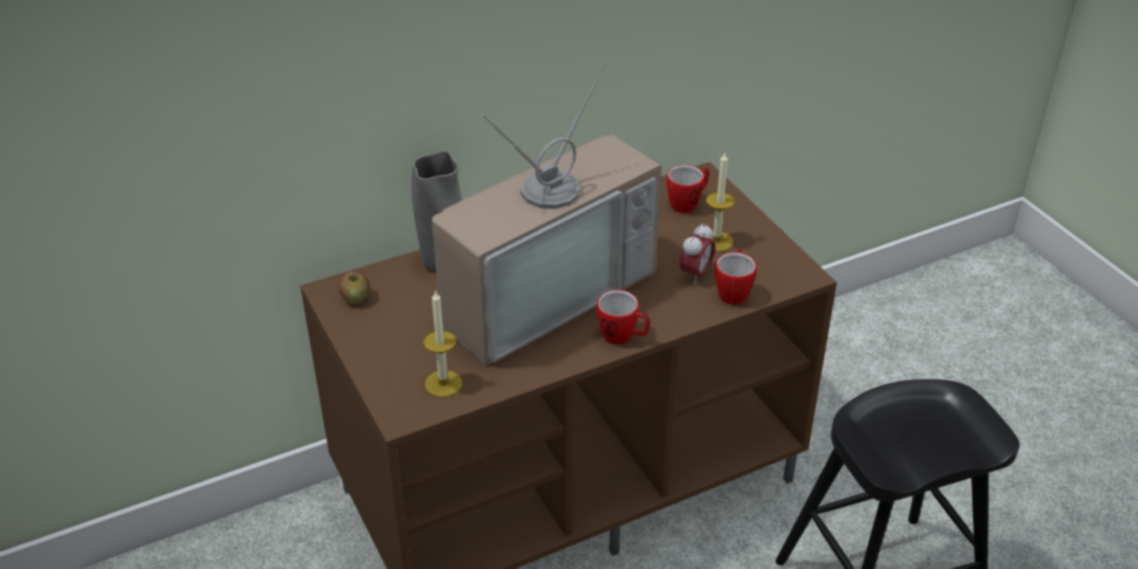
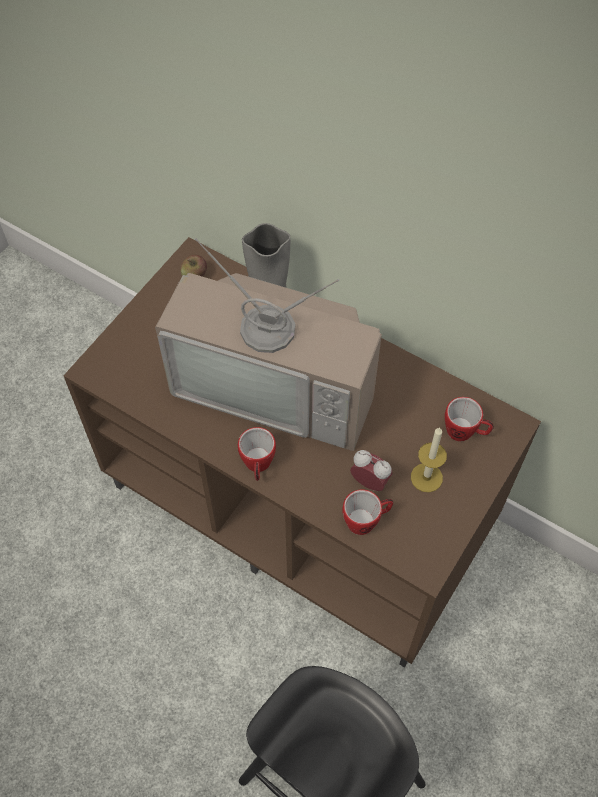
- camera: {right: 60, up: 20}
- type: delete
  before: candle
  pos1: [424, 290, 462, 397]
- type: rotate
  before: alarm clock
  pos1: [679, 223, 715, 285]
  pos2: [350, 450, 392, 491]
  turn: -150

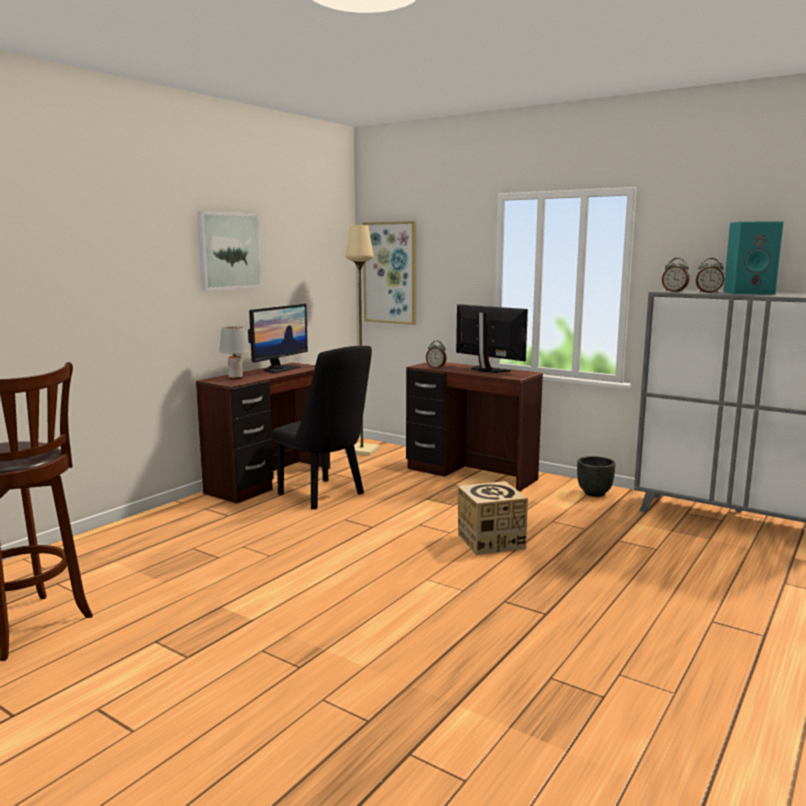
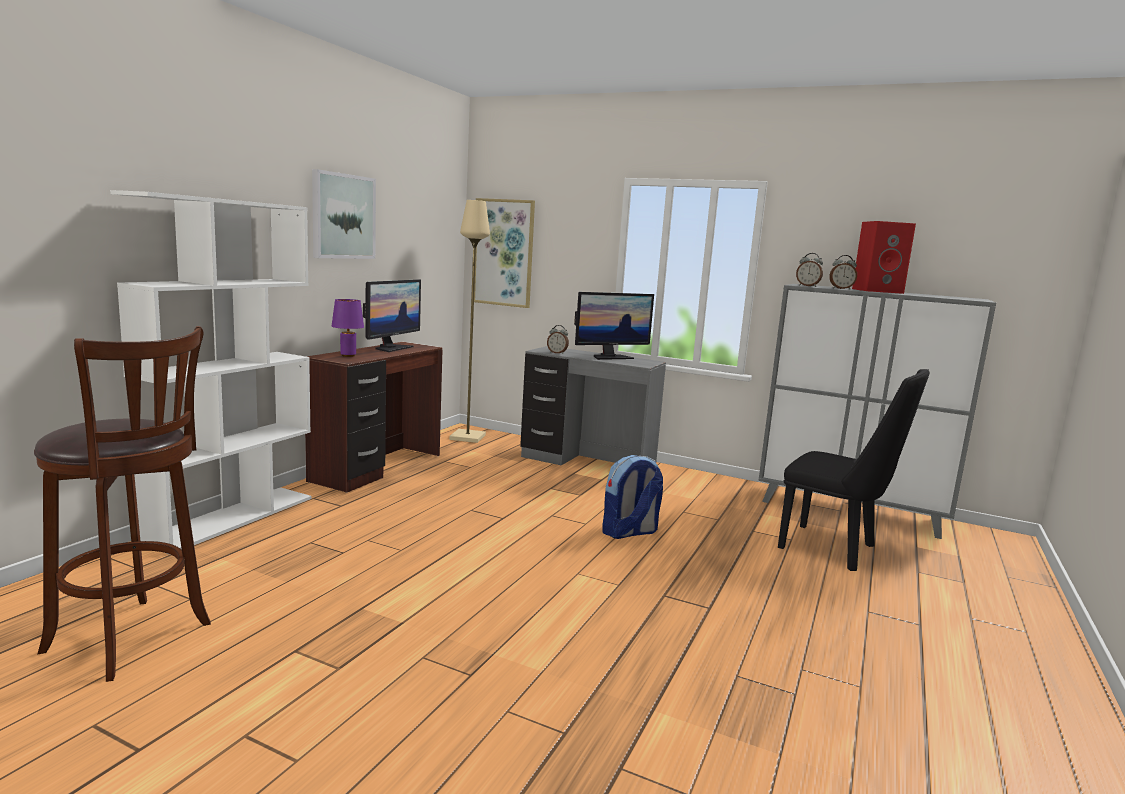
- camera: {right: -10, up: 0}
- type: delete
  before: planter in black
  pos1: [577, 456, 616, 497]
- type: insert
  after: bookcase in white
  pos2: [110, 190, 312, 555]
- type: move
  before: chair in black
  pos1: [272, 346, 372, 509]
  pos2: [778, 369, 930, 571]
- type: replace
  before: cardboard box
  after: backpack
  pos1: [458, 481, 528, 555]
  pos2: [602, 455, 663, 539]
- type: recolor
  before: table lamp in grey
  after: table lamp in purple
  pos1: [219, 326, 249, 379]
  pos2: [332, 299, 364, 357]
- type: recolor
  before: desk in brown
  after: desk in grey
  pos1: [406, 362, 543, 492]
  pos2: [520, 346, 666, 465]
- type: recolor
  before: speaker in turquoise
  after: speaker in red
  pos1: [723, 221, 784, 295]
  pos2: [852, 221, 916, 294]
- type: rotate
  before: monitor
  pos1: [456, 304, 528, 373]
  pos2: [574, 292, 654, 360]
  turn: 120

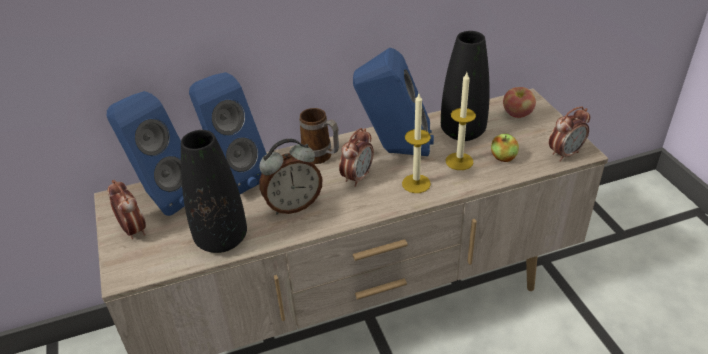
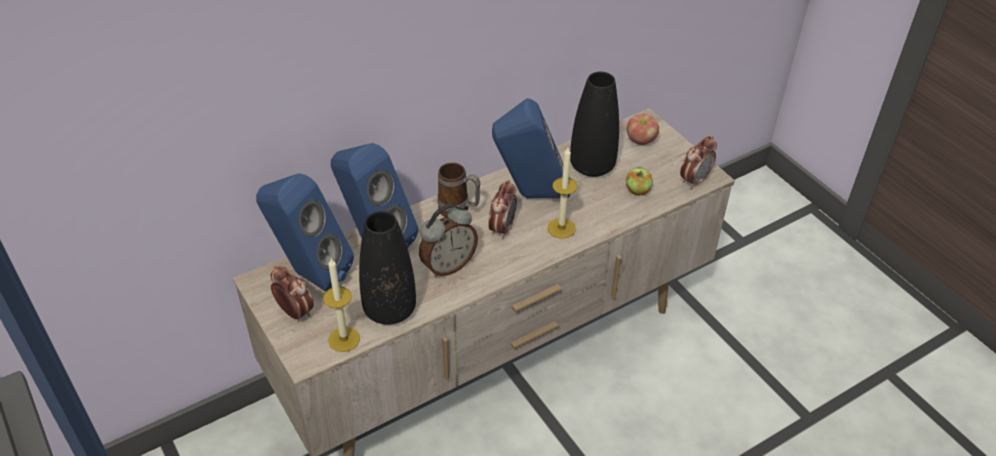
- camera: {right: -15, up: 5}
- type: move
  before: candle
  pos1: [446, 72, 476, 170]
  pos2: [323, 259, 360, 352]

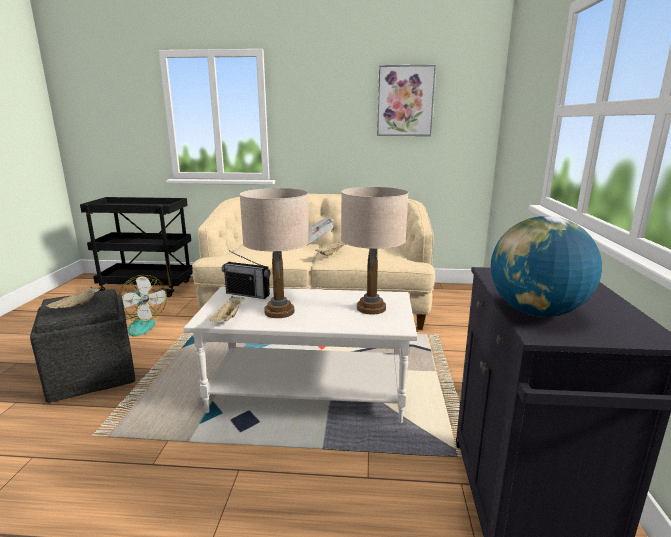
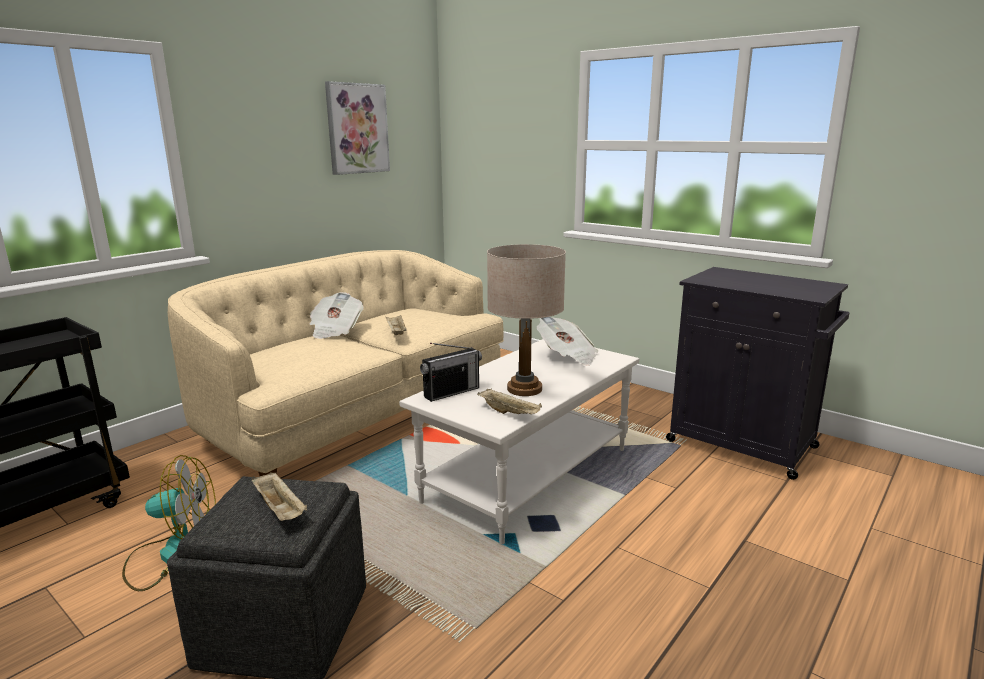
- camera: {right: -55, up: 0}
- type: delete
  before: globe
  pos1: [490, 216, 602, 317]
- type: replace
  before: table lamp in beige
  after: newspaper
  pos1: [341, 187, 408, 315]
  pos2: [537, 317, 598, 366]

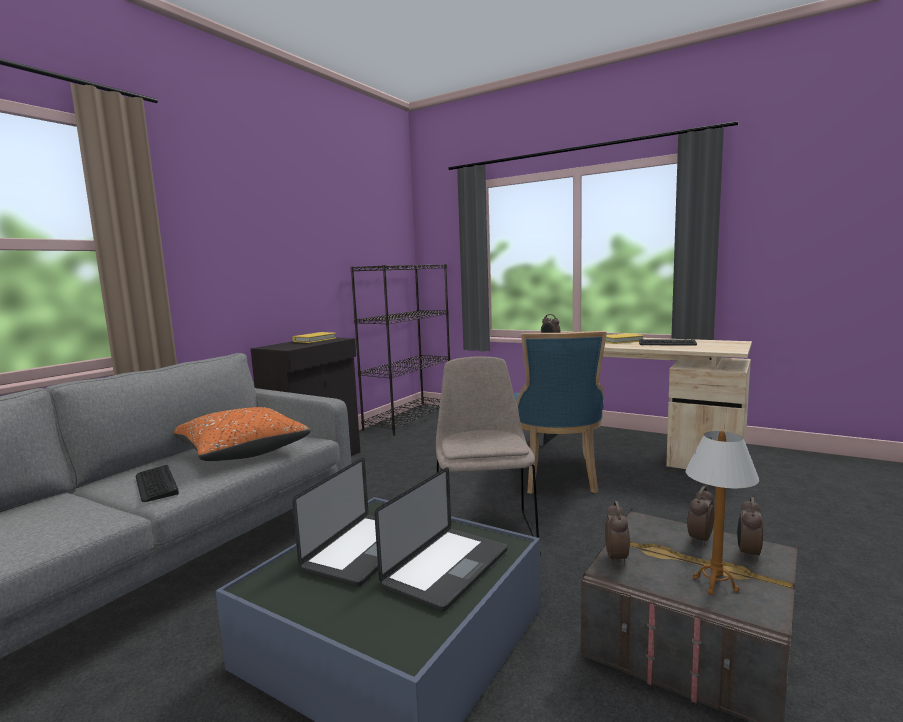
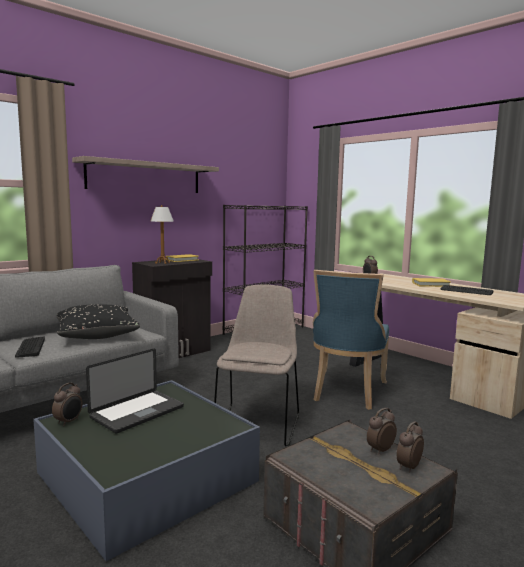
- camera: {right: 15, up: 0}
- type: delete
  before: laptop
  pos1: [374, 467, 507, 612]
- type: insert
  after: shelf
  pos2: [72, 156, 219, 193]
- type: move
  before: alarm clock
  pos1: [605, 501, 630, 565]
  pos2: [52, 382, 82, 426]
- type: move
  before: table lamp
  pos1: [686, 431, 759, 595]
  pos2: [150, 205, 174, 264]
- type: recolor
  before: pillow in orange
  after: pillow in black
  pos1: [174, 407, 311, 461]
  pos2: [57, 305, 140, 339]

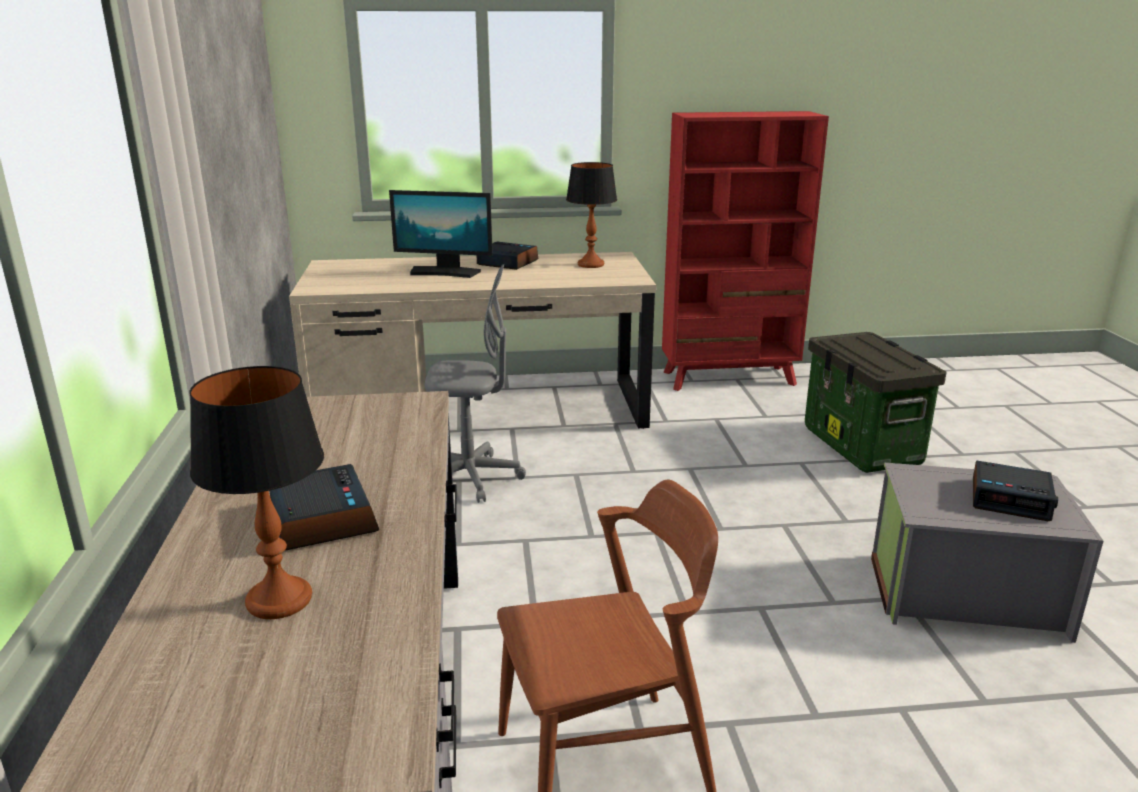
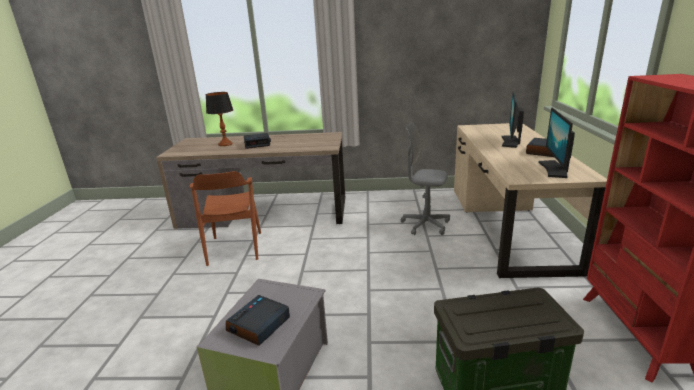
- camera: {right: 100, up: 0}
- type: replace
  before: table lamp
  after: monitor
  pos1: [566, 162, 617, 268]
  pos2: [538, 107, 575, 178]
- type: rotate
  before: office chair in grey
  pos1: [425, 264, 526, 503]
  pos2: [401, 122, 450, 235]
  turn: 105

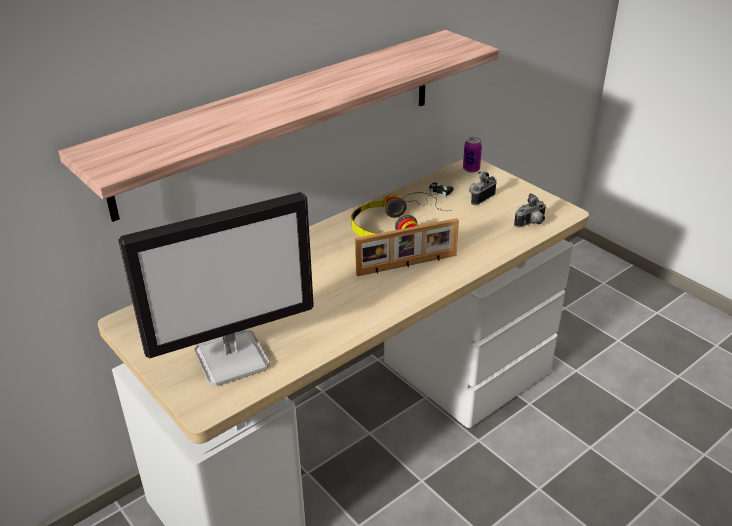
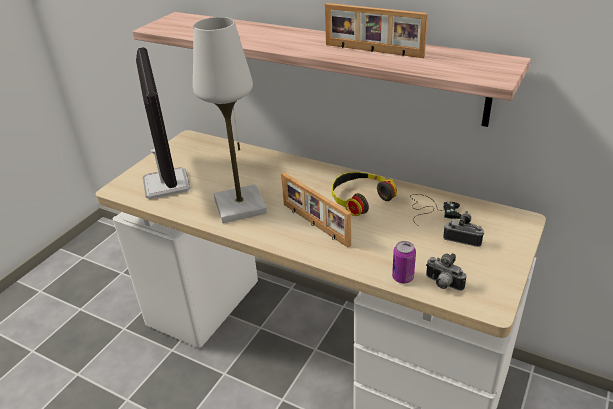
- camera: {right: 70, up: 0}
- type: insert
  after: table lamp in white
  pos2: [193, 17, 267, 223]
- type: insert
  after: picture frame
  pos2: [325, 3, 428, 58]
- type: move
  before: can
  pos1: [463, 137, 482, 173]
  pos2: [392, 241, 416, 283]
- type: rotate
  before: monitor
  pos1: [118, 192, 314, 386]
  pos2: [136, 47, 191, 199]
  turn: -150

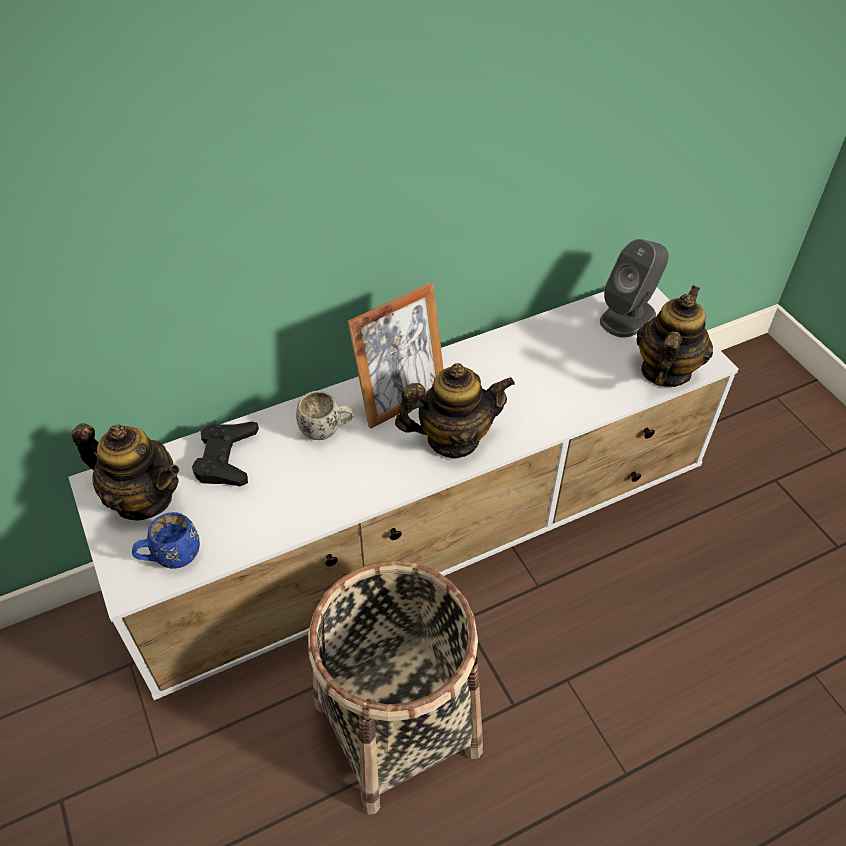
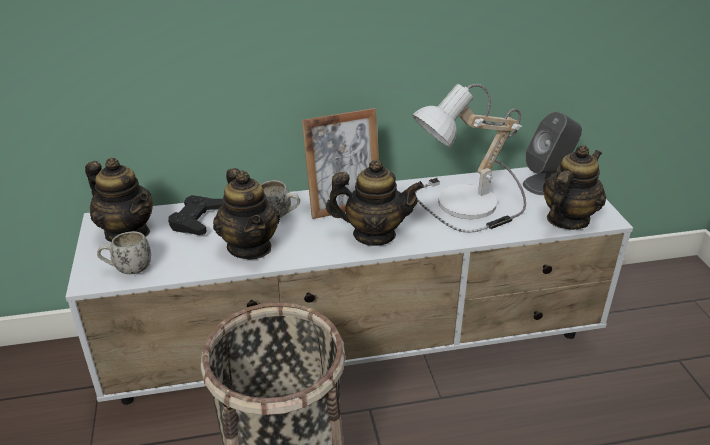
- camera: {right: 15, up: -15}
- type: insert
  after: teapot
  pos2: [213, 168, 280, 260]
- type: insert
  after: table lamp
  pos2: [412, 84, 526, 233]
- type: recolor
  before: mug in blue
  after: mug in white
  pos1: [132, 512, 200, 569]
  pos2: [97, 231, 151, 274]

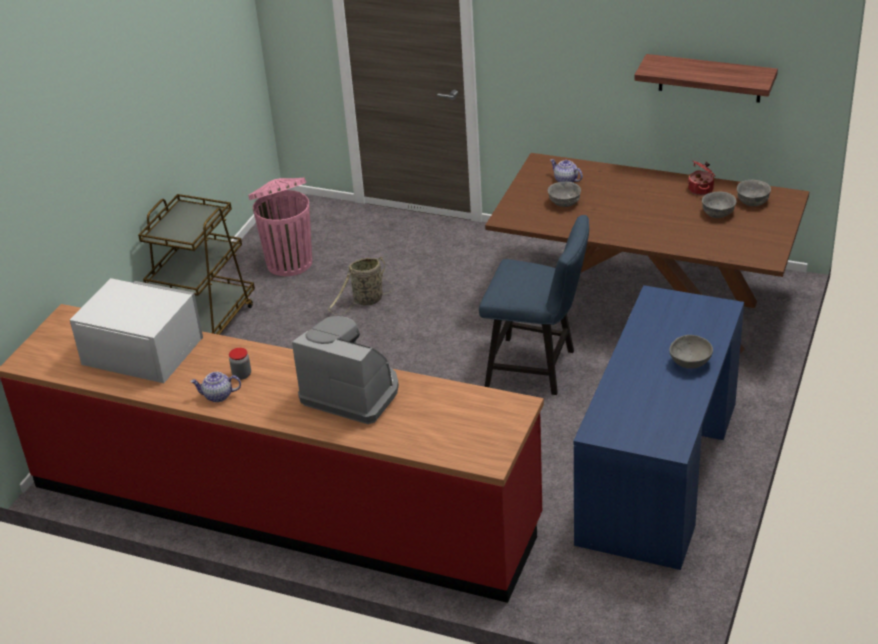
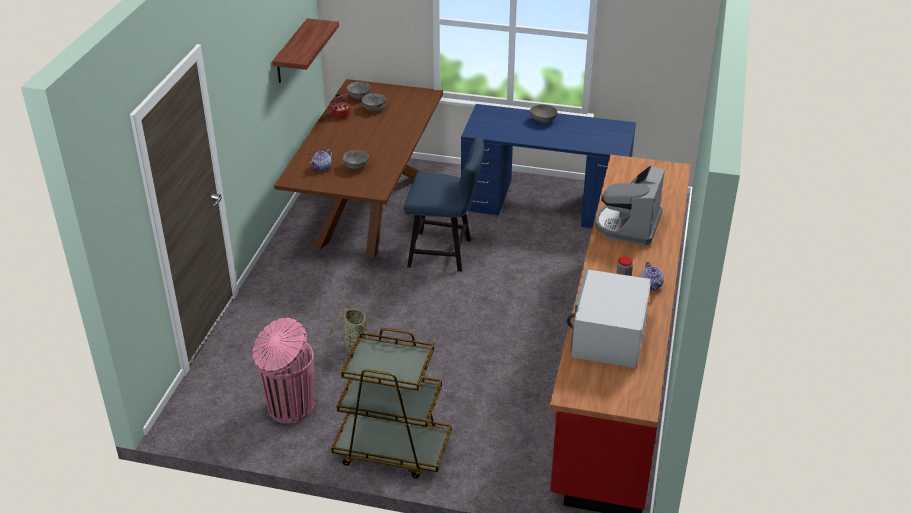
- camera: {right: -100, up: 0}
- type: rotate
  before: chair in blue
  pos1: [479, 215, 589, 395]
  pos2: [404, 136, 484, 271]
  turn: 90

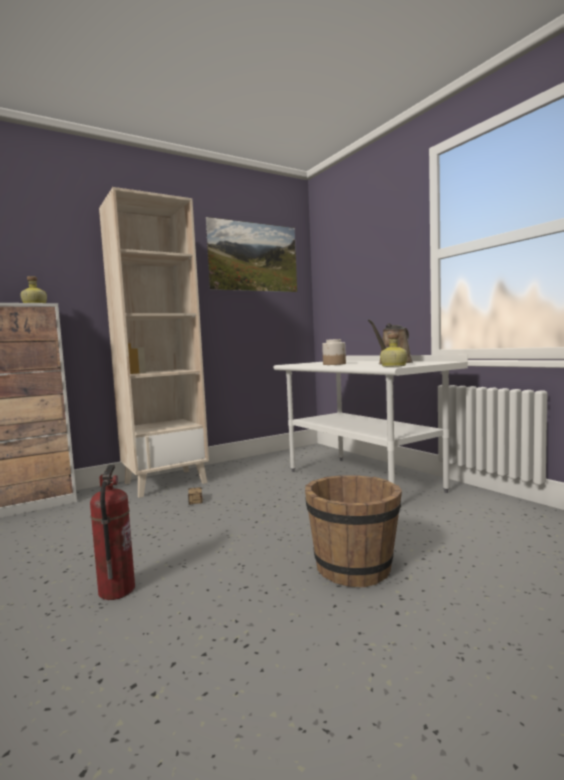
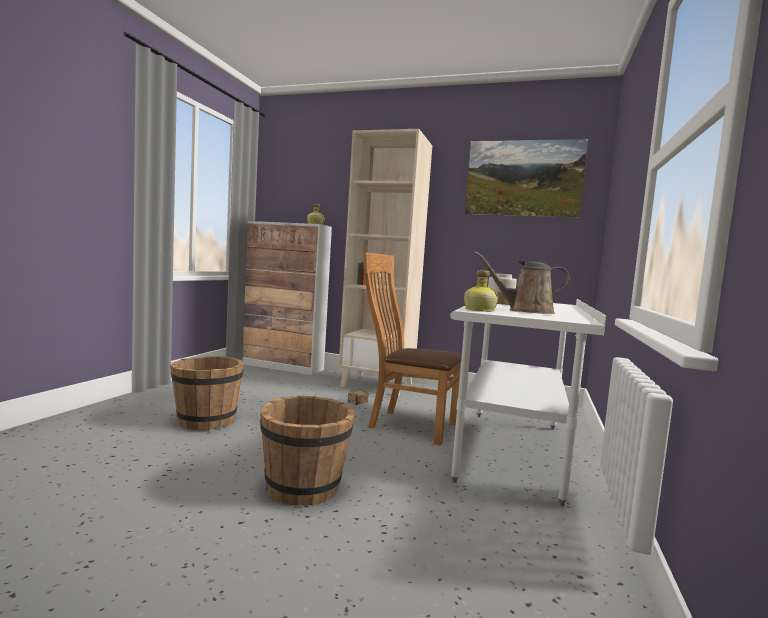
- camera: {right: 50, up: 0}
- type: insert
  after: chair in brown
  pos2: [363, 252, 462, 446]
- type: replace
  before: fire extinguisher
  after: bucket in brown
  pos1: [90, 464, 135, 600]
  pos2: [170, 356, 244, 431]

